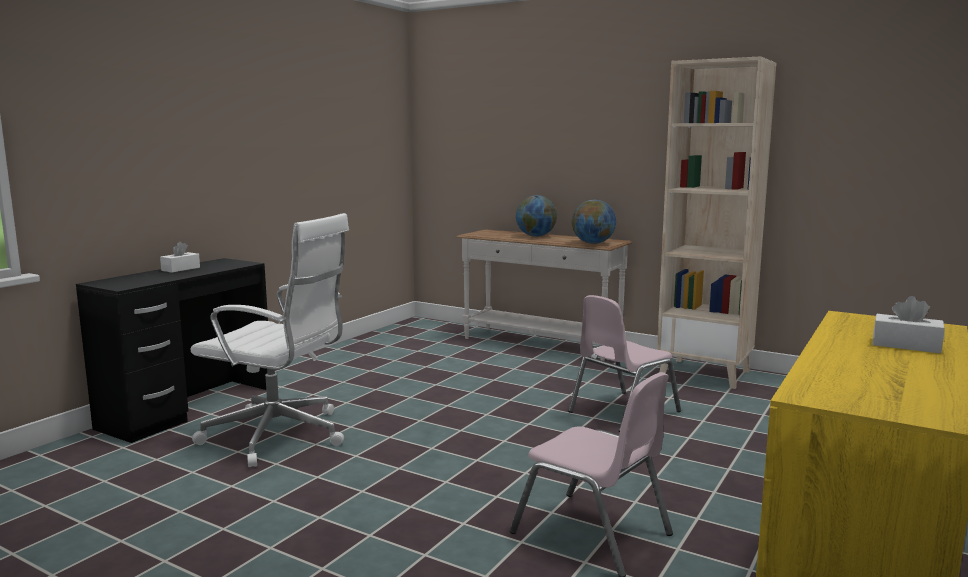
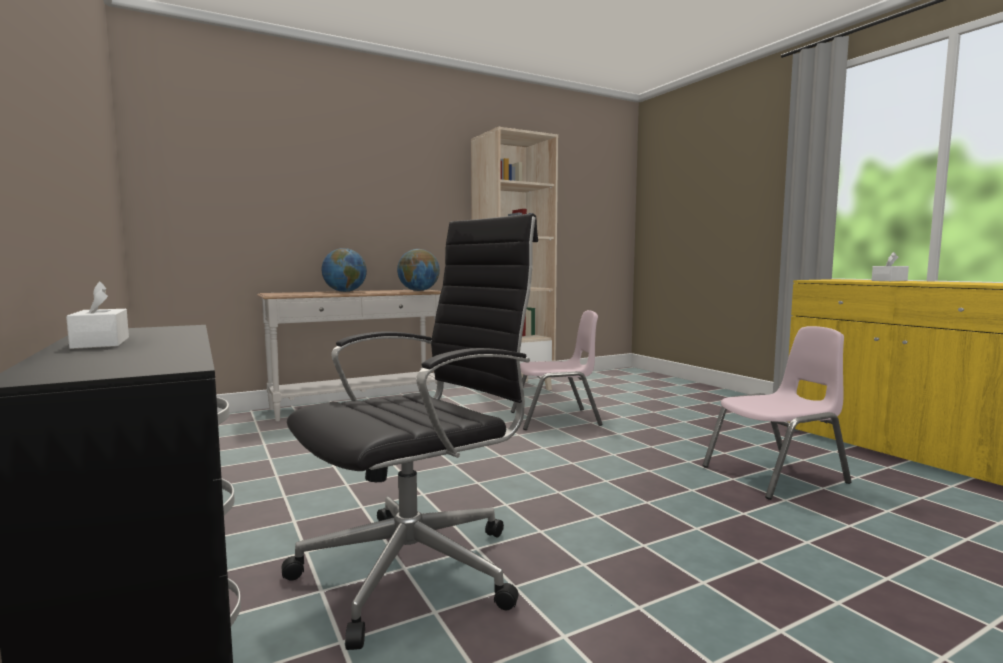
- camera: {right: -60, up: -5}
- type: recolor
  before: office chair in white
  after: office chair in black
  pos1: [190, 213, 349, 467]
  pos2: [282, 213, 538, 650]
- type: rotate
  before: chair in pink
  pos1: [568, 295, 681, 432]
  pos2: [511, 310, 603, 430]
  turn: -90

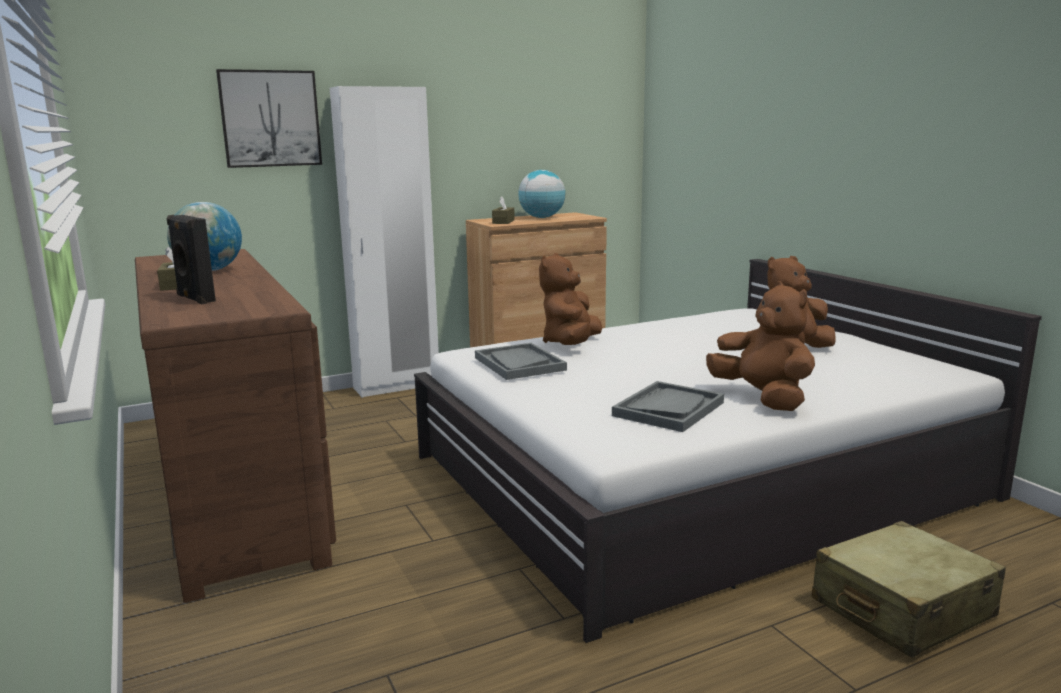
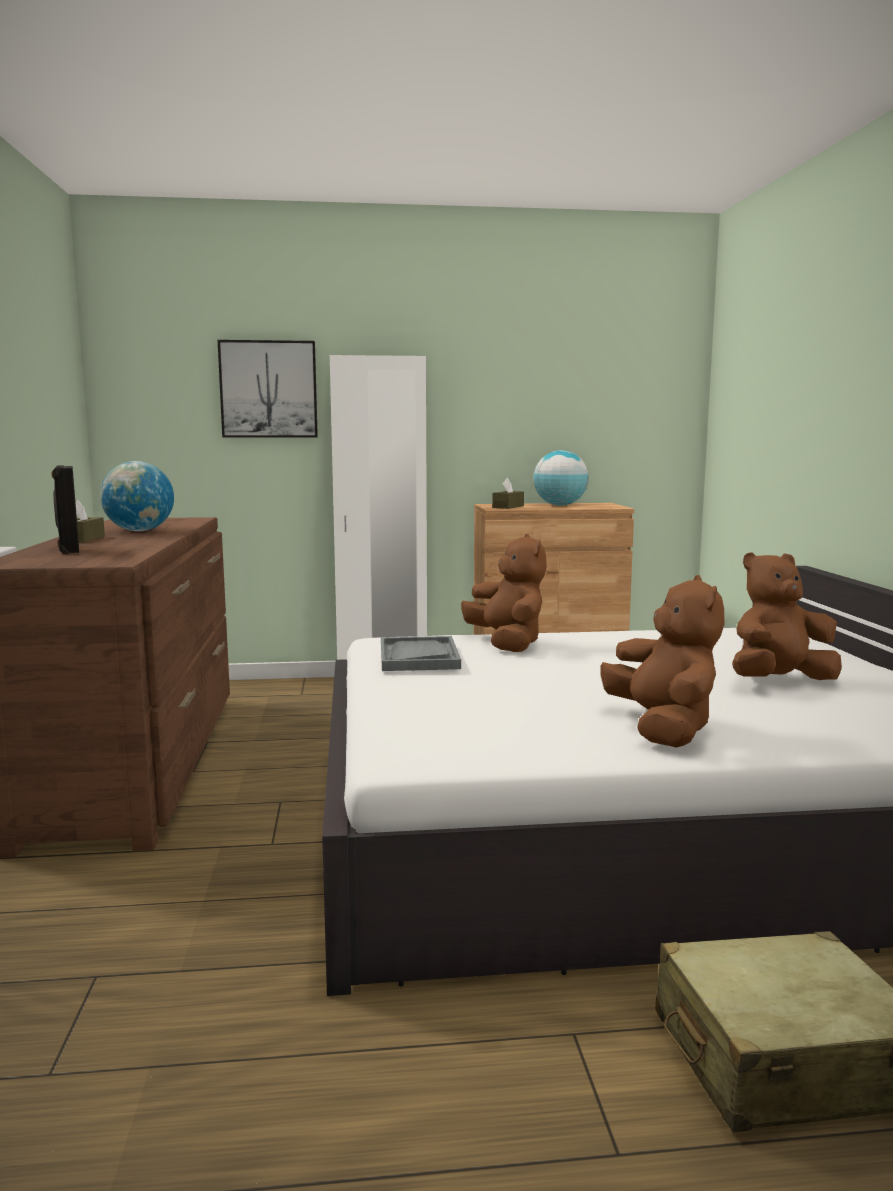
- camera: {right: 20, up: -5}
- type: delete
  before: tray in grey
  pos1: [612, 381, 724, 432]
- type: rotate
  before: plush toy in brown
  pos1: [539, 253, 602, 345]
  pos2: [461, 534, 547, 652]
  turn: 120

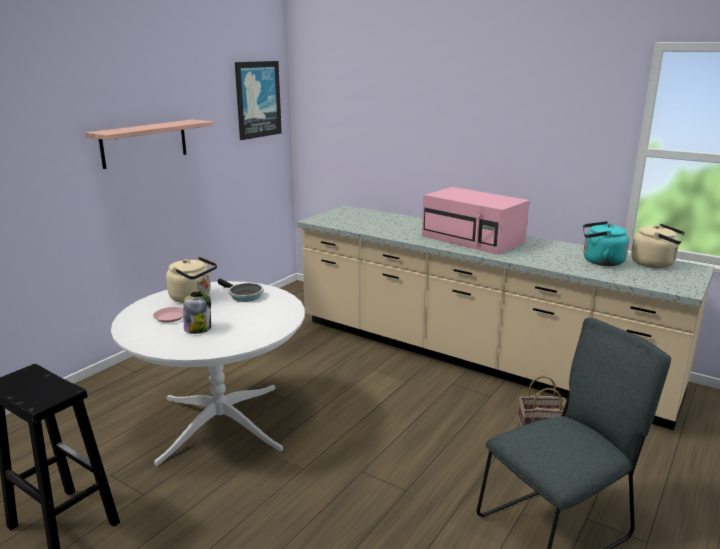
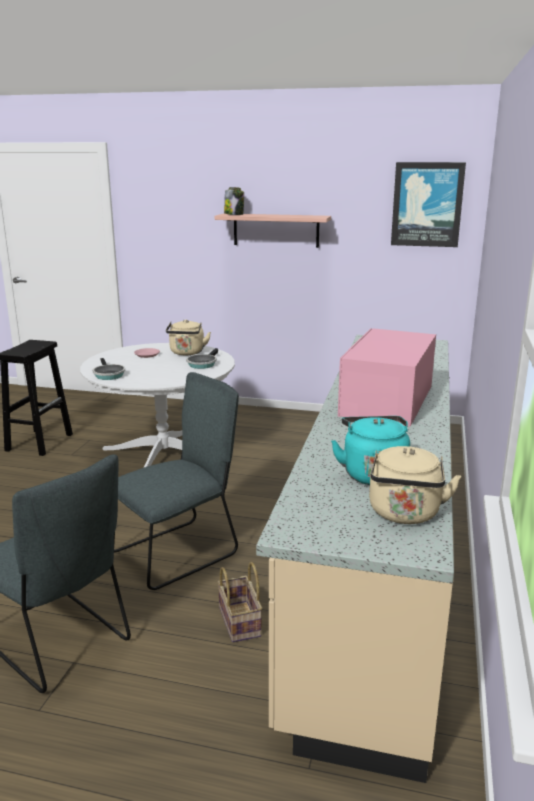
- camera: {right: 70, up: 0}
- type: insert
  after: frying pan
  pos2: [93, 358, 125, 380]
- type: insert
  after: chair in grey
  pos2: [114, 372, 239, 590]
- type: move
  before: jar
  pos1: [184, 291, 211, 334]
  pos2: [224, 187, 244, 215]

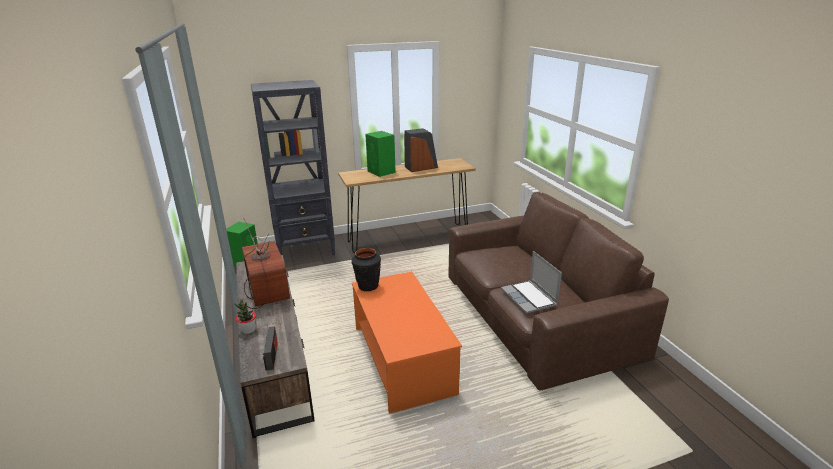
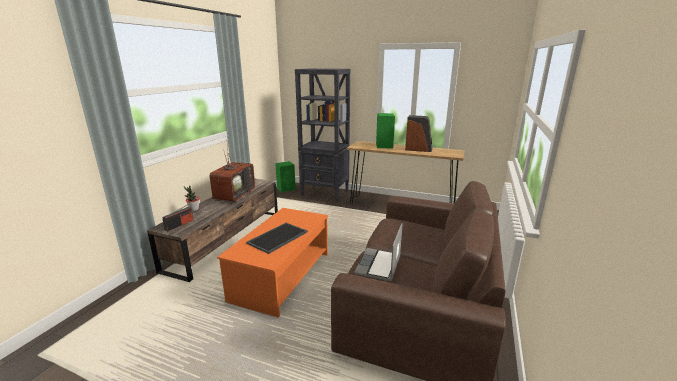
- camera: {right: 40, up: -5}
- type: delete
  before: vase in black
  pos1: [351, 248, 381, 291]
- type: insert
  after: tray
  pos2: [246, 223, 308, 254]

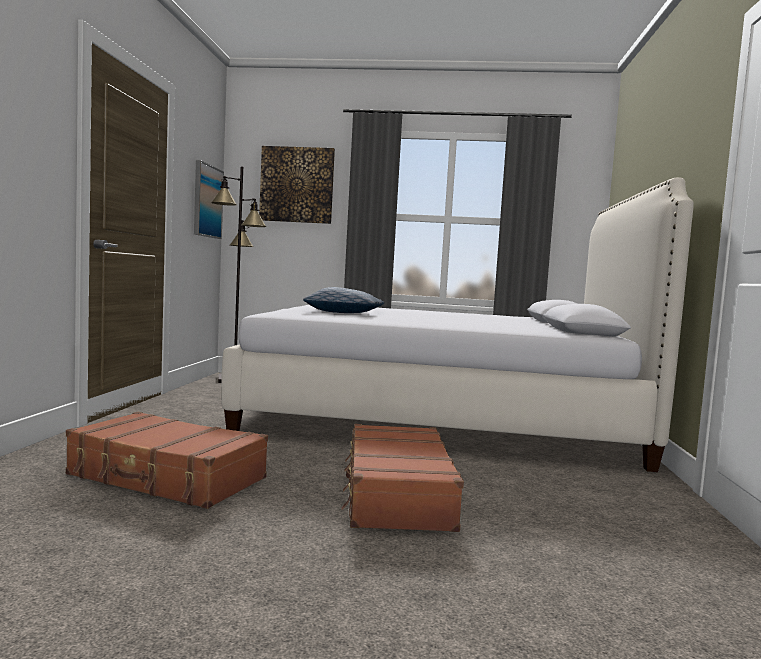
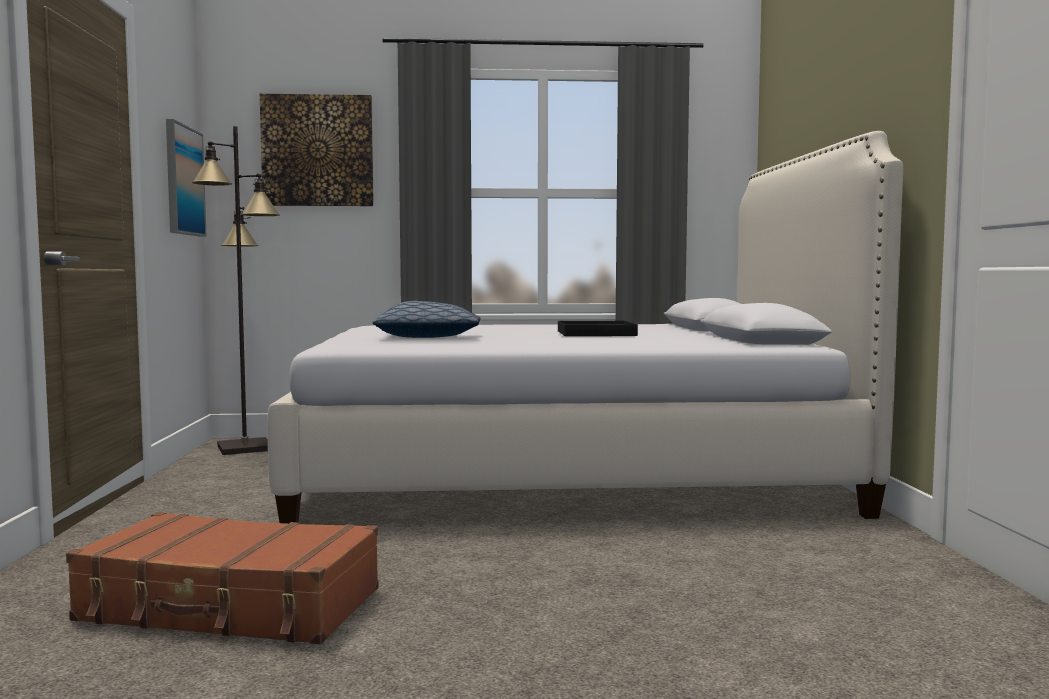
- camera: {right: -10, up: 0}
- type: delete
  before: suitcase in brown
  pos1: [342, 424, 464, 532]
- type: insert
  after: tray in black
  pos2: [558, 321, 638, 336]

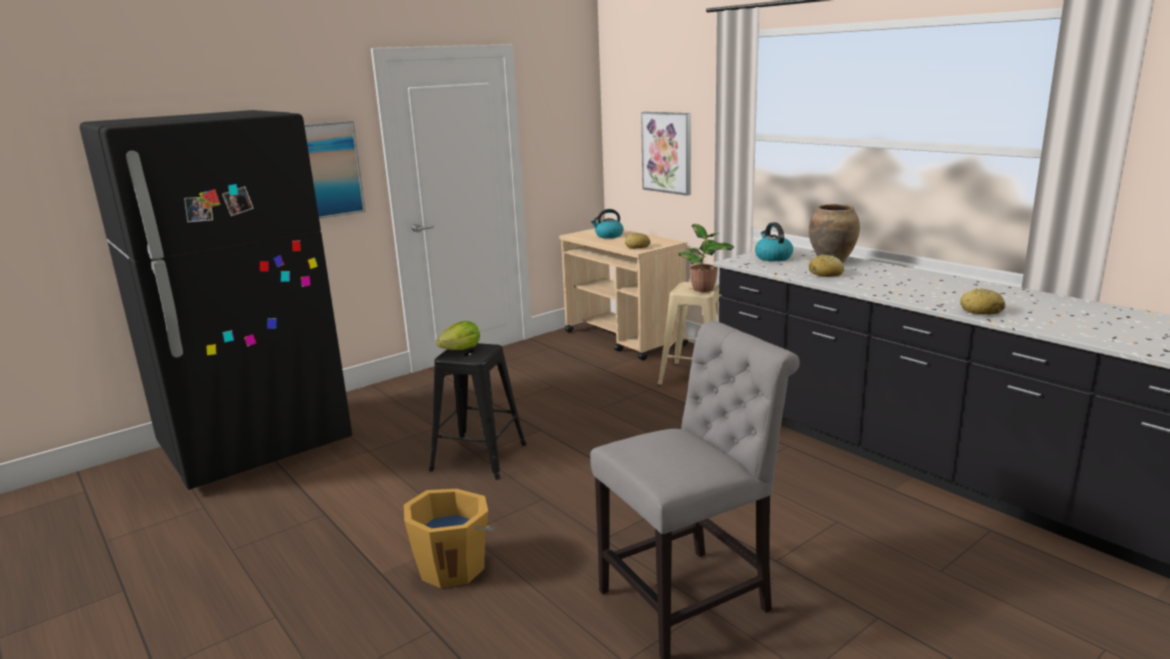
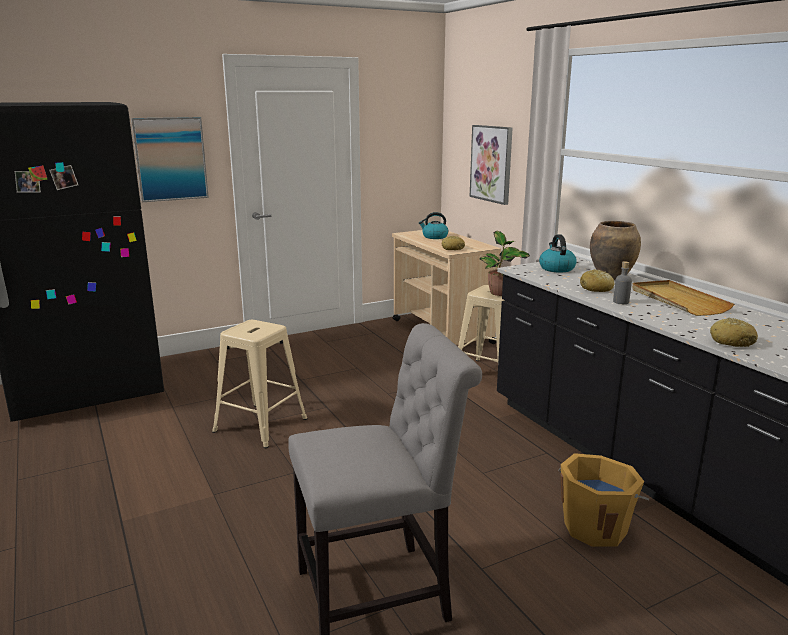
- camera: {right: 10, up: 0}
- type: delete
  before: lettuce
  pos1: [436, 321, 480, 350]
- type: insert
  after: bottle in grey
  pos2: [613, 261, 632, 304]
- type: insert
  after: tray in beige
  pos2: [632, 280, 734, 316]
- type: move
  before: bucket in orange
  pos1: [404, 489, 495, 588]
  pos2: [559, 453, 649, 547]
- type: recolor
  before: stool in black
  after: stool in beige
  pos1: [429, 343, 527, 480]
  pos2: [212, 320, 308, 448]

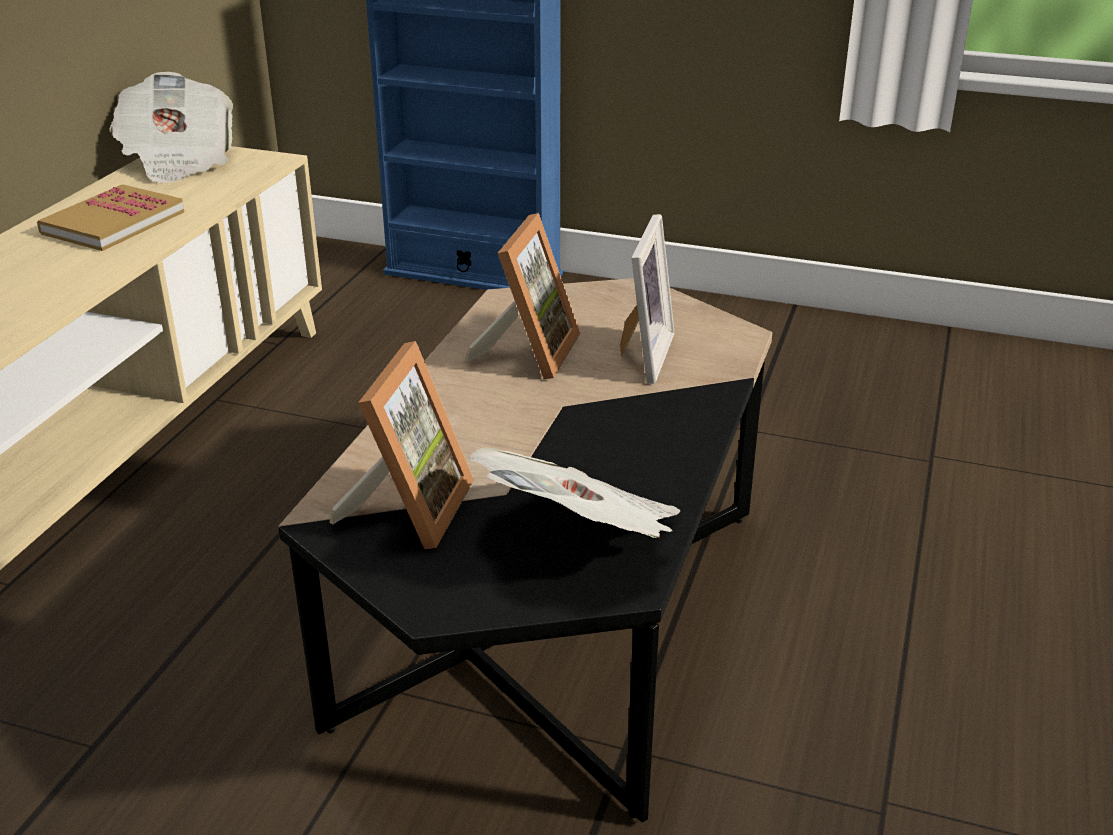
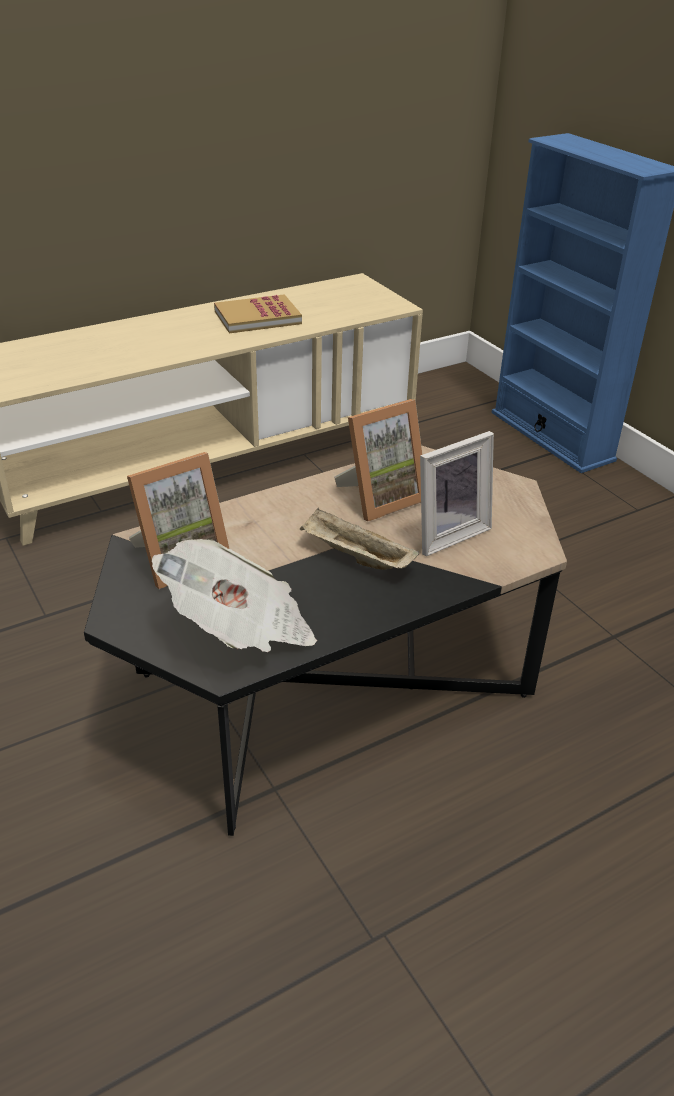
- camera: {right: 40, up: 5}
- type: delete
  before: newspaper
  pos1: [109, 72, 233, 183]
- type: insert
  after: tray in beige
  pos2: [300, 508, 420, 570]

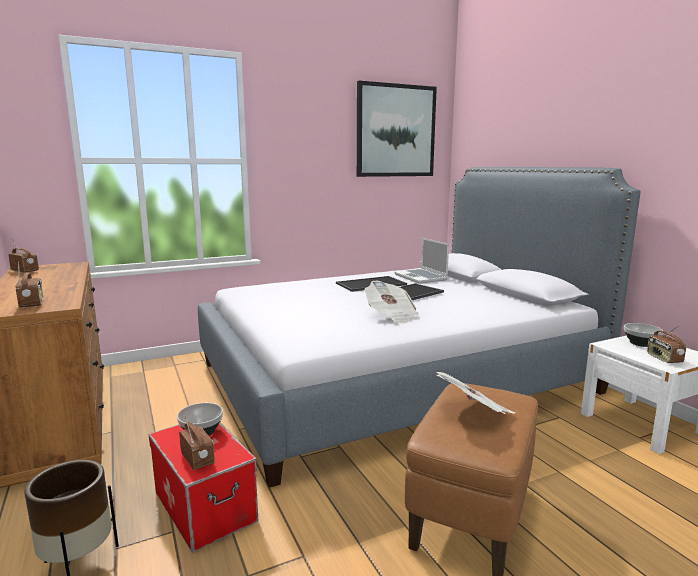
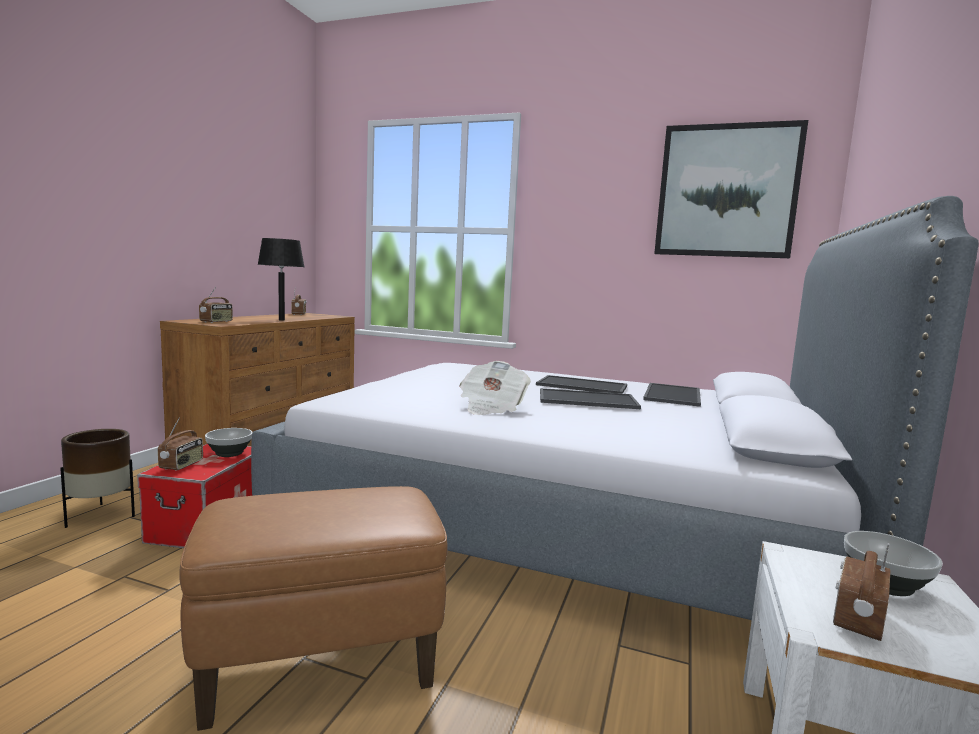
- camera: {right: 45, up: -5}
- type: delete
  before: newspaper
  pos1: [435, 372, 515, 414]
- type: insert
  after: table lamp in black
  pos2: [258, 238, 304, 321]
- type: replace
  before: laptop
  after: tray
  pos1: [395, 238, 449, 284]
  pos2: [643, 383, 701, 407]

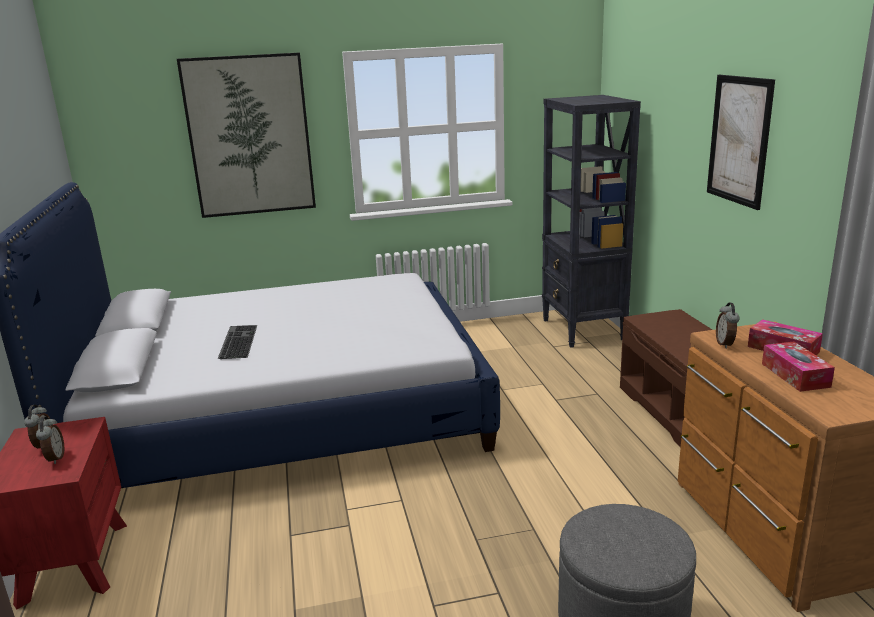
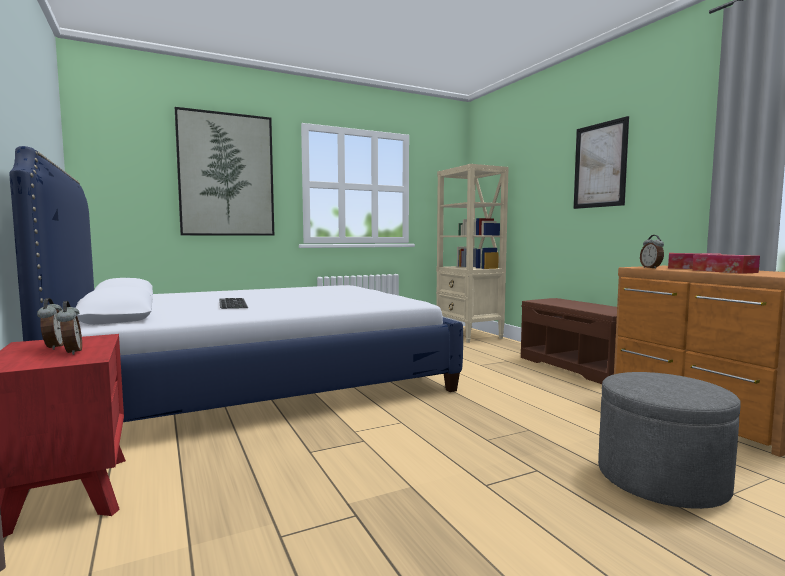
- camera: {right: -15, up: -15}
- type: recolor
  before: bookcase in black
  after: bookcase in beige
  pos1: [542, 95, 641, 348]
  pos2: [436, 164, 509, 343]

